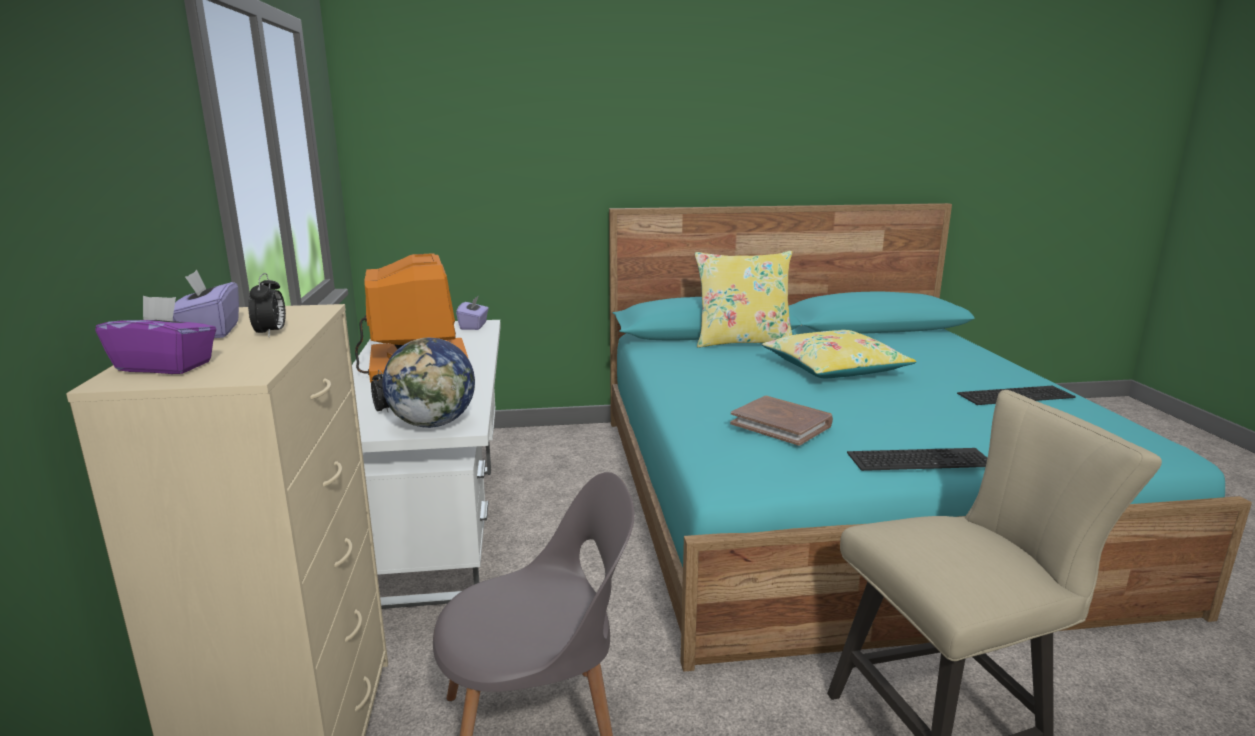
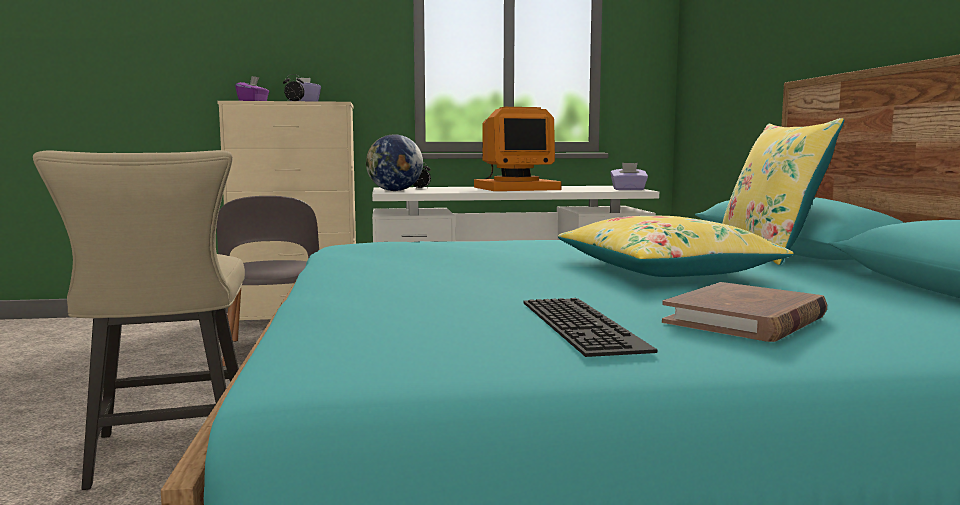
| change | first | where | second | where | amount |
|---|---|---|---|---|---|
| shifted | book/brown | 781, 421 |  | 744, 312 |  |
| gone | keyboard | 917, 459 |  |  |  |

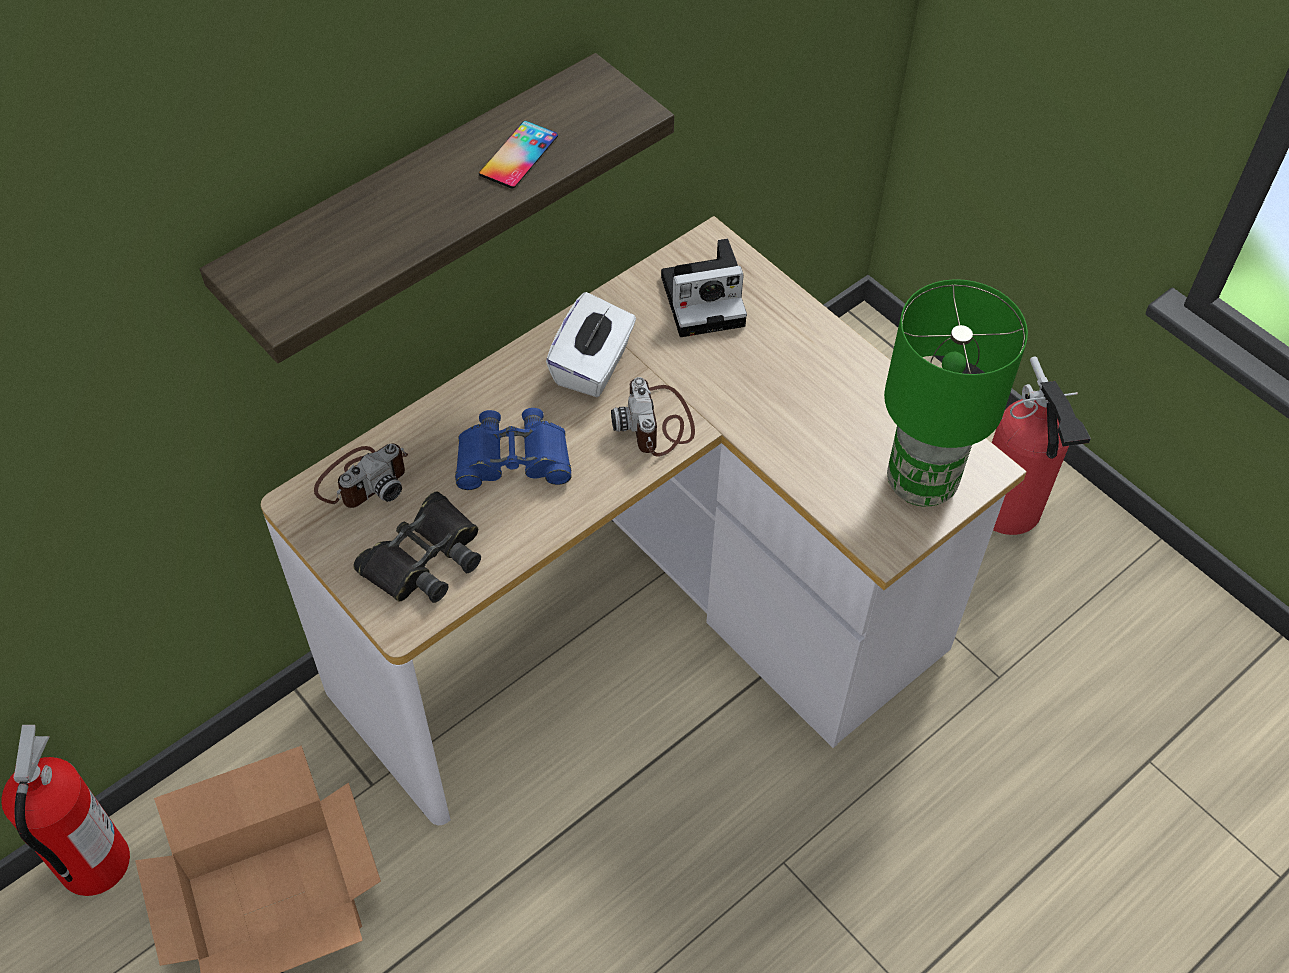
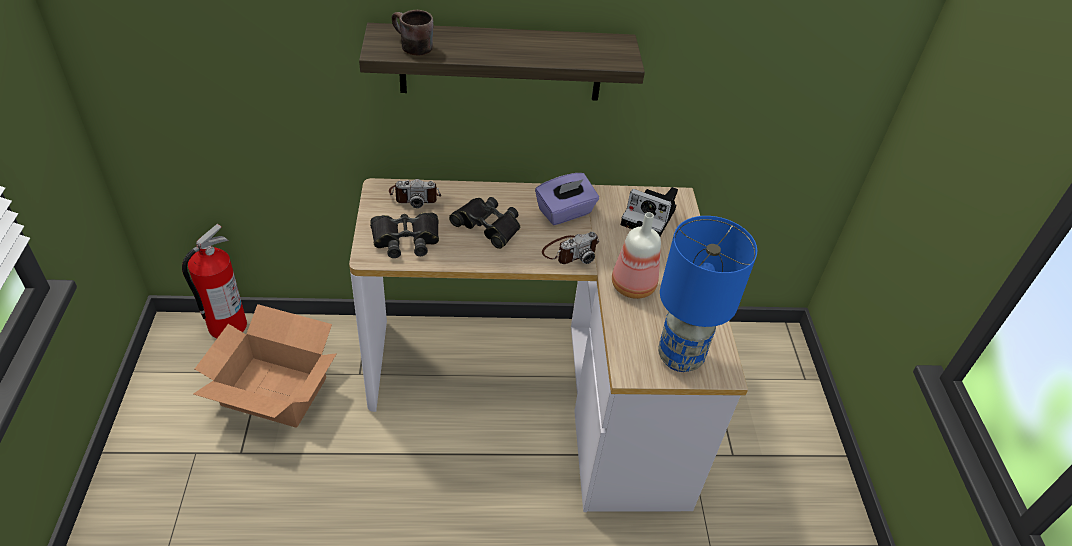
| change | first | where | second | where | amount |
|---|---|---|---|---|---|
| gone | phone | 518, 155 |  |  |  |
| repainted | table lamp/green | 956, 392 | table lamp/blue | 707, 294 |  |
| repainted | tissue box/white | 591, 344 | tissue box/purple | 567, 199 |  |
| gone | fire extinguisher | 1041, 445 |  |  |  |
| rotated | photo camera | 653, 417 |  | 570, 248 | 150 degrees counterclockwise |
| repainted | binoculars/blue | 513, 449 | binoculars/black | 484, 223 |  |
| new |  |  | mug/brown | 412, 32 |  |
| new |  |  | bottle | 636, 255 |  |

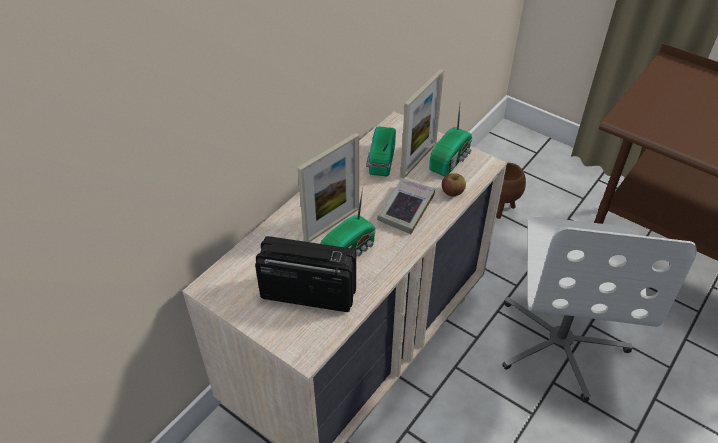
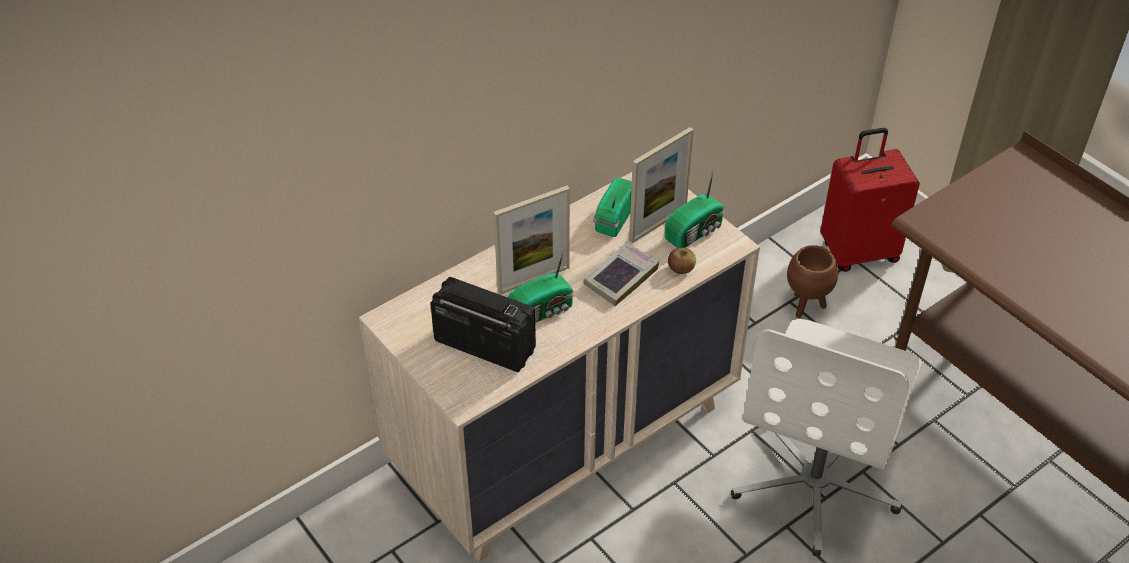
| change | first | where | second | where | amount |
|---|---|---|---|---|---|
| new |  |  | suitcase/red | 870, 200 |  |

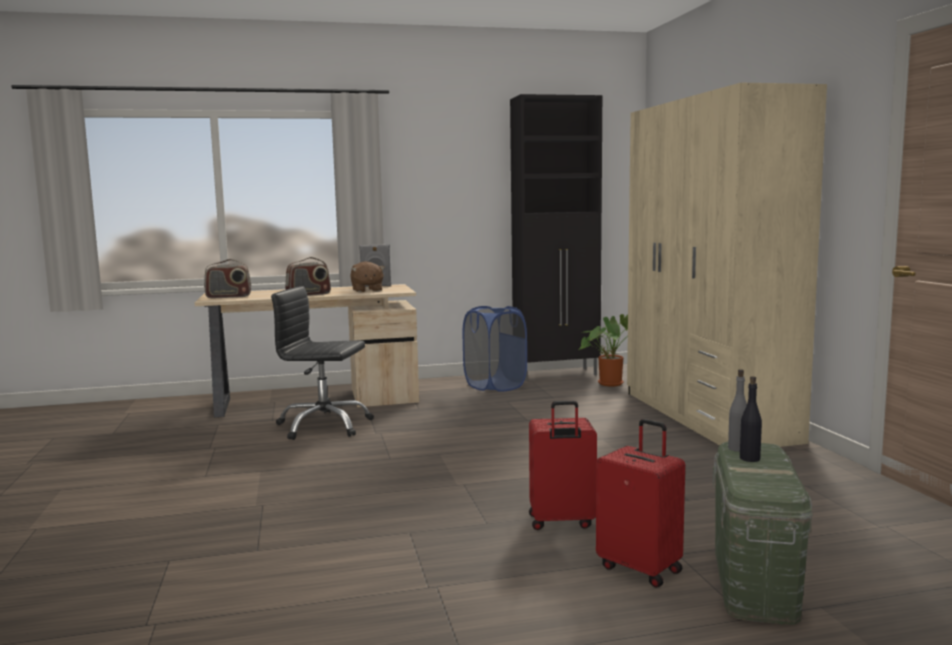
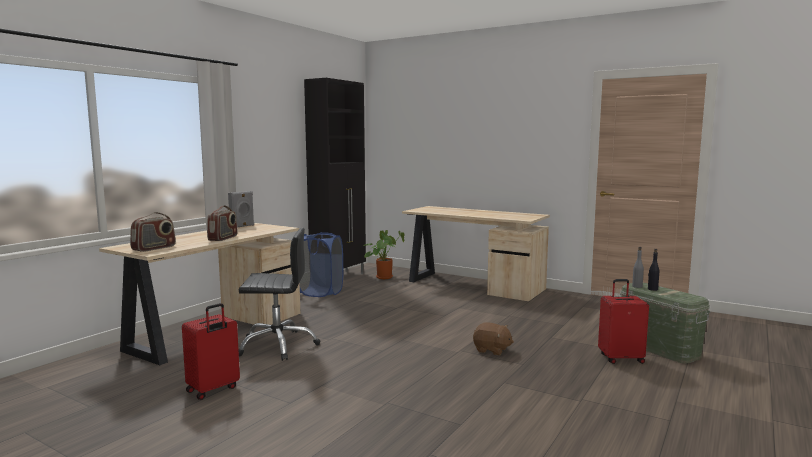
| change | first | where | second | where | amount |
|---|---|---|---|---|---|
| swapped | wardrobe/beige | 727, 265 | desk/beige | 476, 253 |  |
| shifted | plush toy/brown | 367, 276 |  | 493, 339 |  |
| rotated | office chair/black | 322, 363 |  | 279, 294 | 150 degrees counterclockwise |
| shifted | suitcase/red | 563, 465 |  | 211, 351 |  |

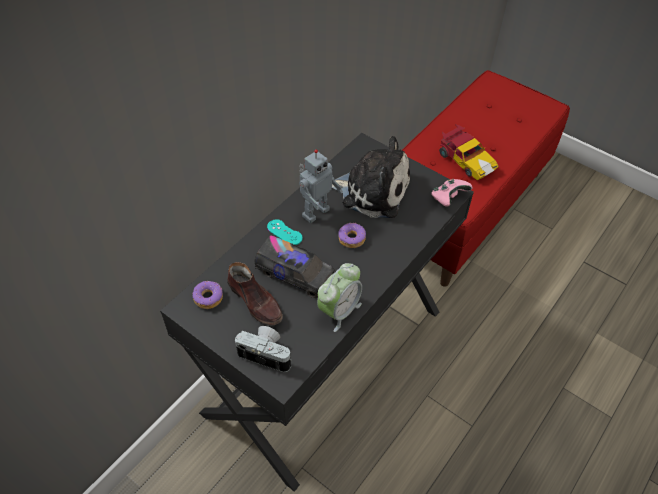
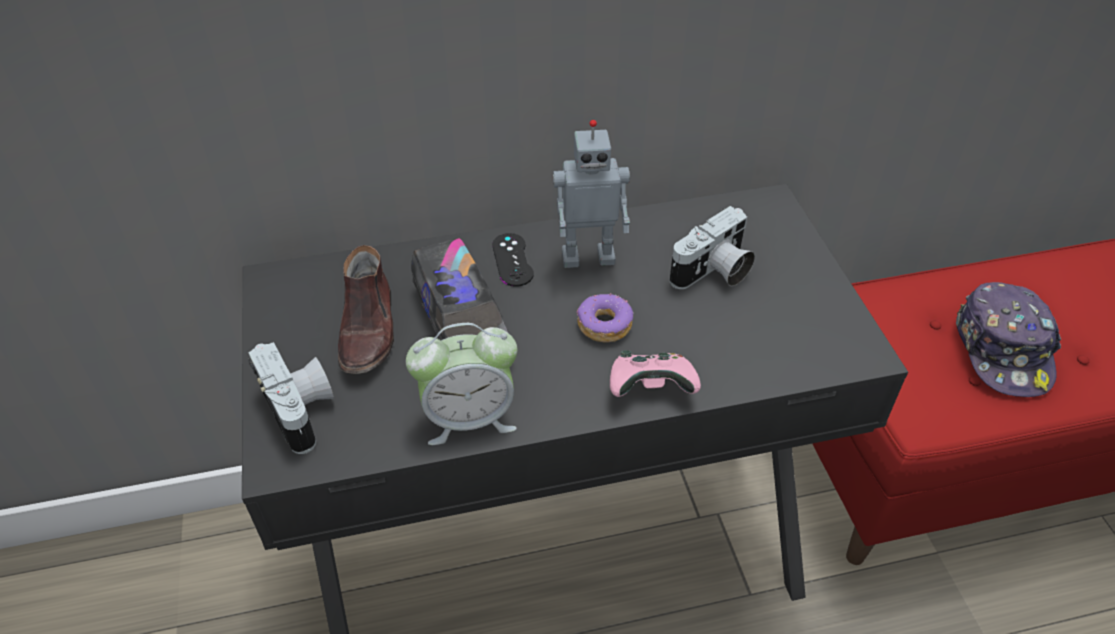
| change | first | where | second | where | amount |
|---|---|---|---|---|---|
| swapped | toy car | 469, 152 | cap | 1008, 339 |  |
| swapped | plush toy | 371, 177 | photo camera | 712, 247 |  |
| shifted | game controller/pink | 452, 193 |  | 655, 373 |  |
| repainted | game controller/turquoise | 285, 232 | game controller/black | 513, 260 |  |
| gone | donut | 208, 295 |  |  |  |

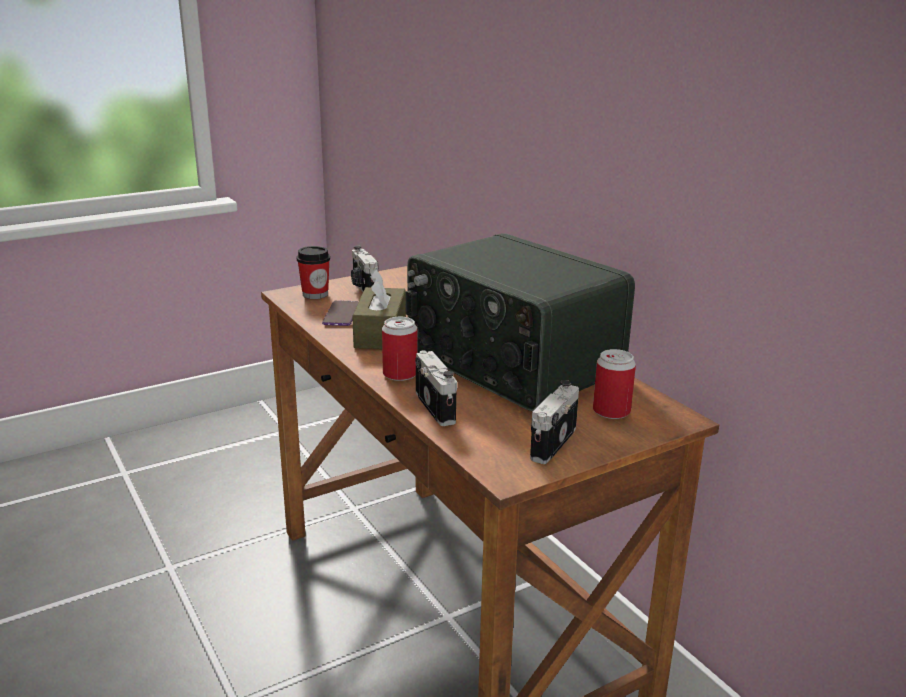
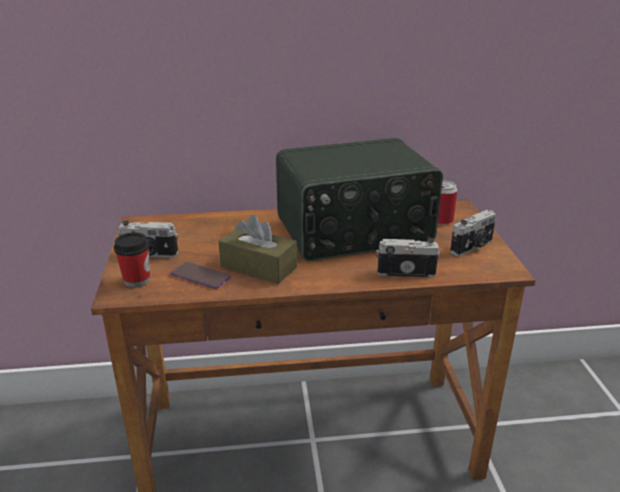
| change | first | where | second | where | amount |
|---|---|---|---|---|---|
| gone | can | 399, 349 |  |  |  |
| rotated | photo camera | 554, 422 |  | 473, 233 | 90 degrees counterclockwise |

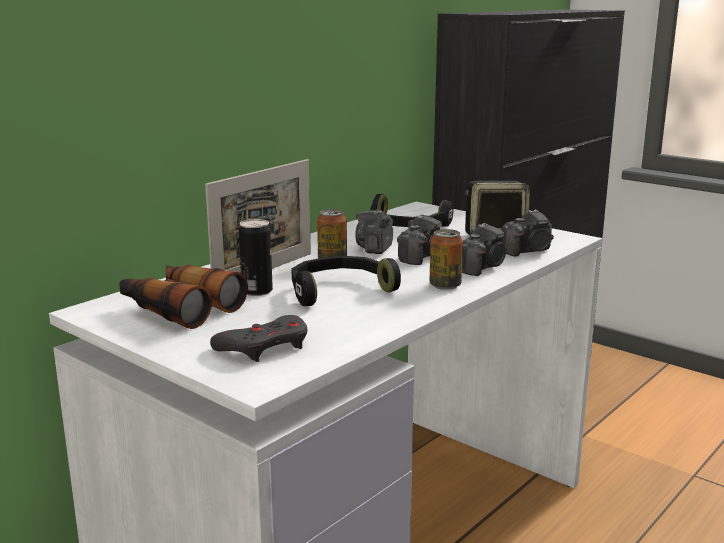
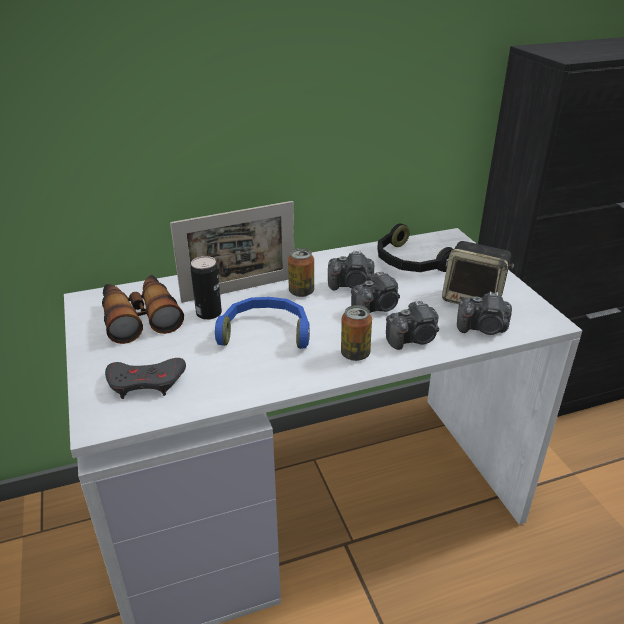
| change | first | where | second | where | amount |
|---|---|---|---|---|---|
| rotated | photo camera | 374, 232 |  | 351, 270 | 135 degrees counterclockwise |
| repainted | headphones/black | 346, 281 | headphones/blue | 262, 323 |  |

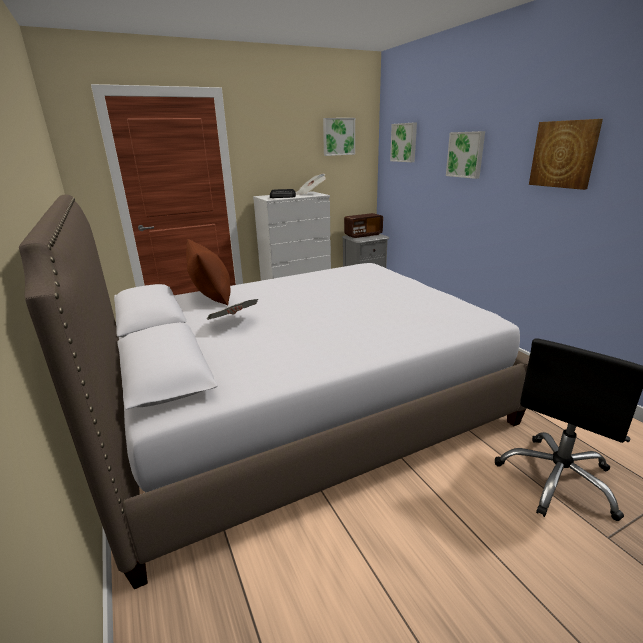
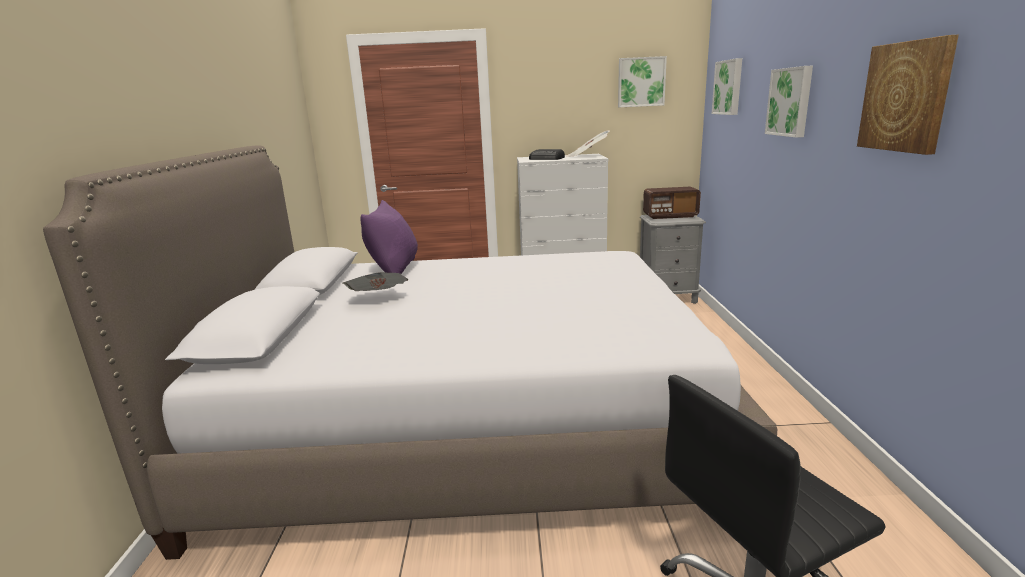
| change | first | where | second | where | amount |
|---|---|---|---|---|---|
| repainted | pillow/brown | 208, 272 | pillow/purple | 389, 237 |  |

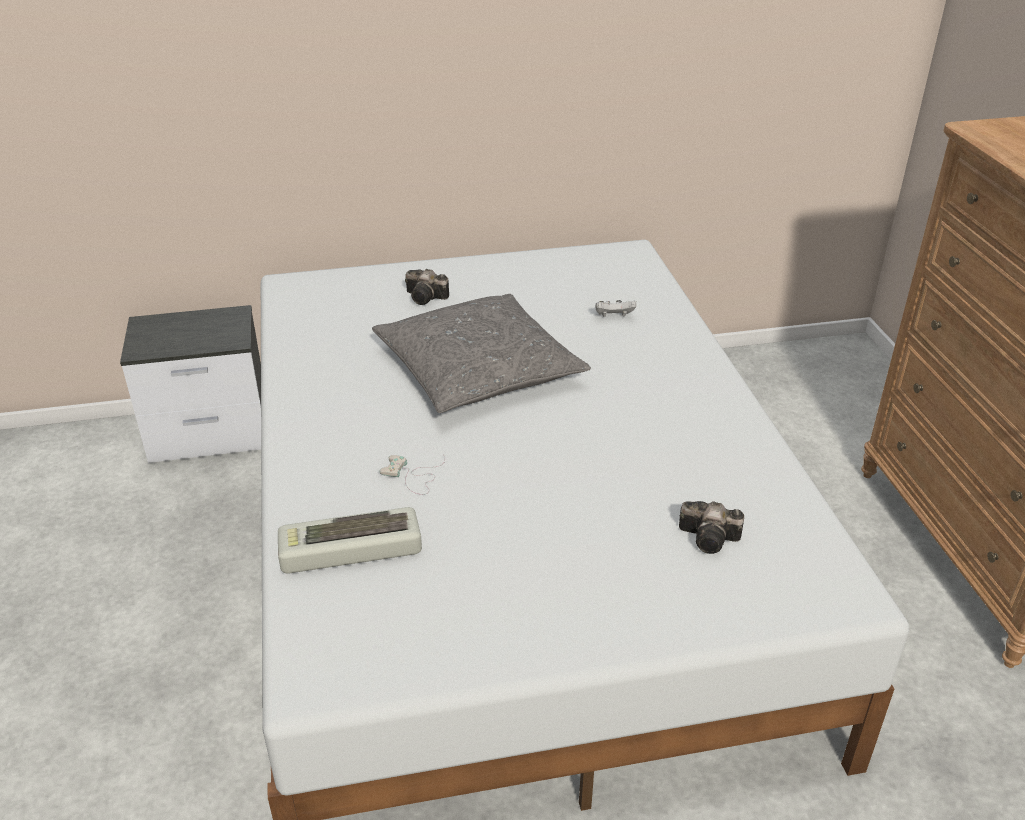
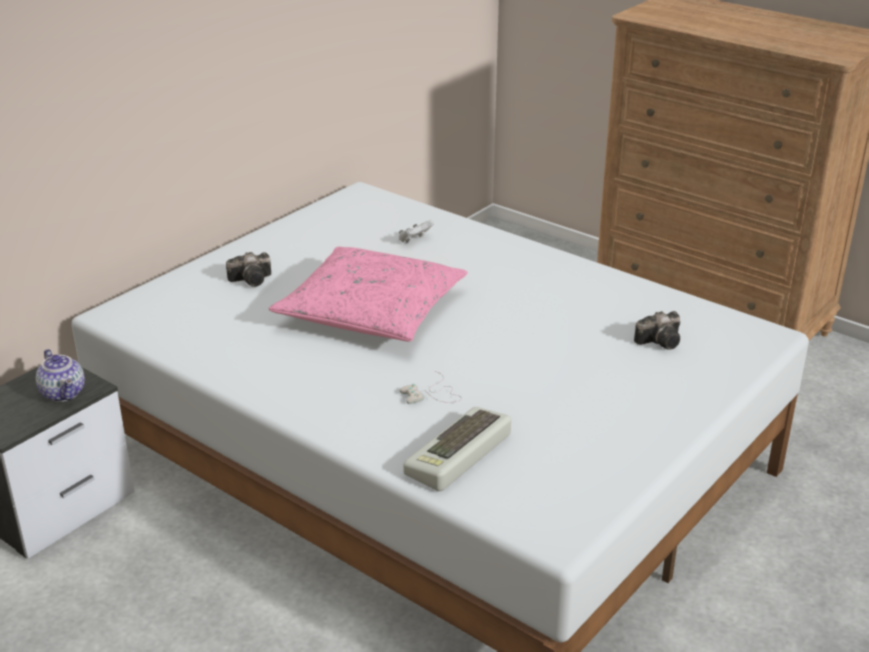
| change | first | where | second | where | amount |
|---|---|---|---|---|---|
| repainted | pillow/grey | 481, 353 | pillow/pink | 368, 294 |  |
| new |  |  | teapot | 60, 375 |  |

